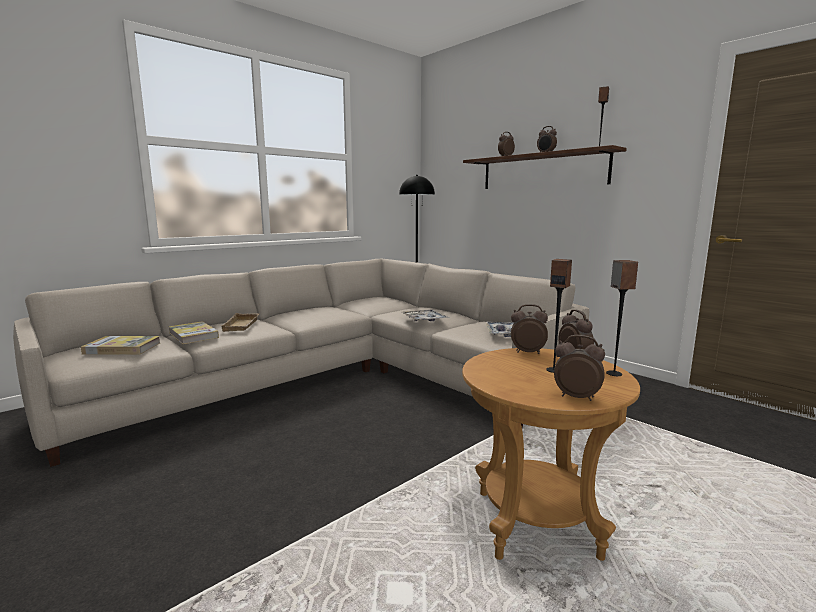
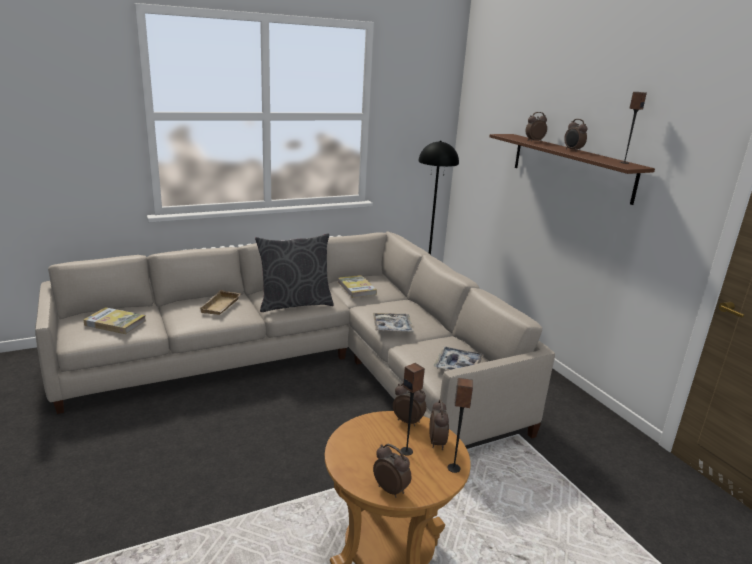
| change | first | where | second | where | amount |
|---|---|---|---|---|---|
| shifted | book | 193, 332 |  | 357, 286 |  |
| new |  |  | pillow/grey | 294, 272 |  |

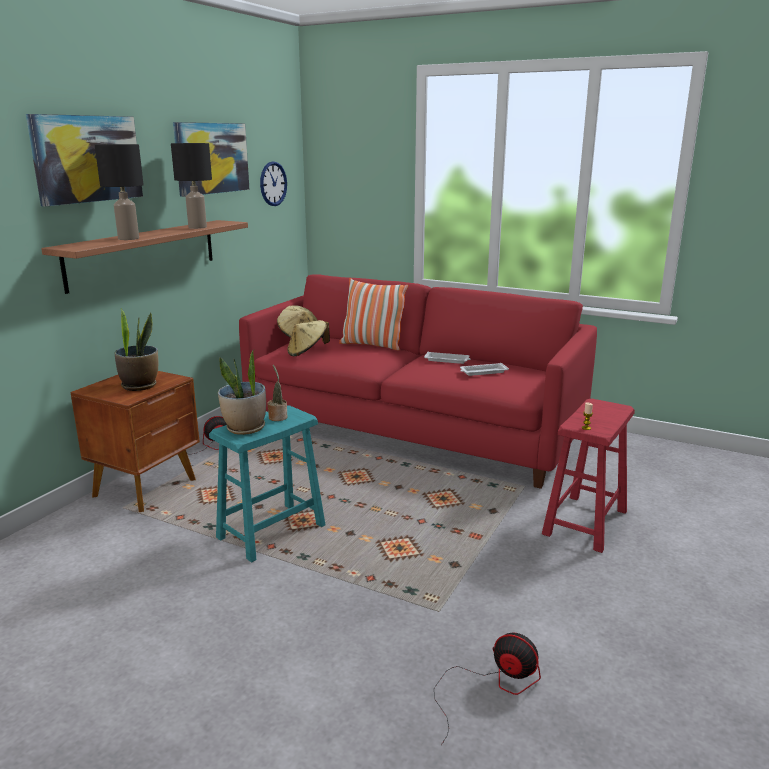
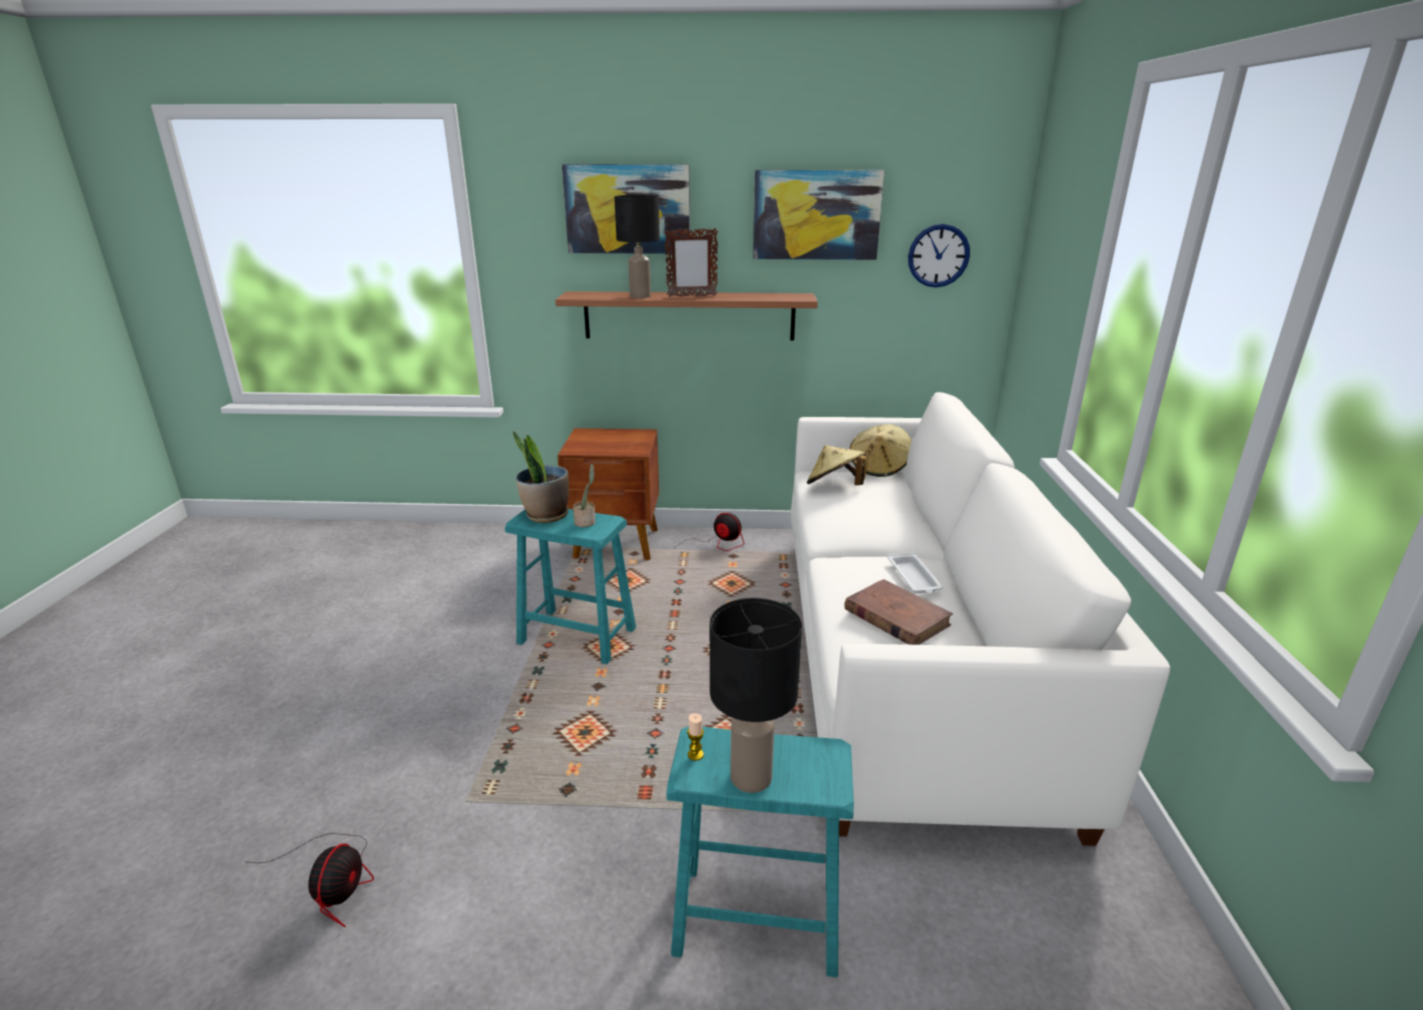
| change | first | where | second | where | amount |
|---|---|---|---|---|---|
| shifted | table lamp/black | 191, 186 |  | 756, 695 |  |
| repainted | sofa/red | 418, 381 | sofa/white | 980, 619 |  |
| gone | pillow | 374, 314 |  |  |  |
| gone | potted plant | 136, 350 |  |  |  |
| swapped | tray/white | 484, 369 | book/brown | 898, 612 |  |
| repainted | stool/red | 588, 476 | stool/turquoise | 760, 852 |  |
| new |  |  | picture frame | 691, 262 |  |

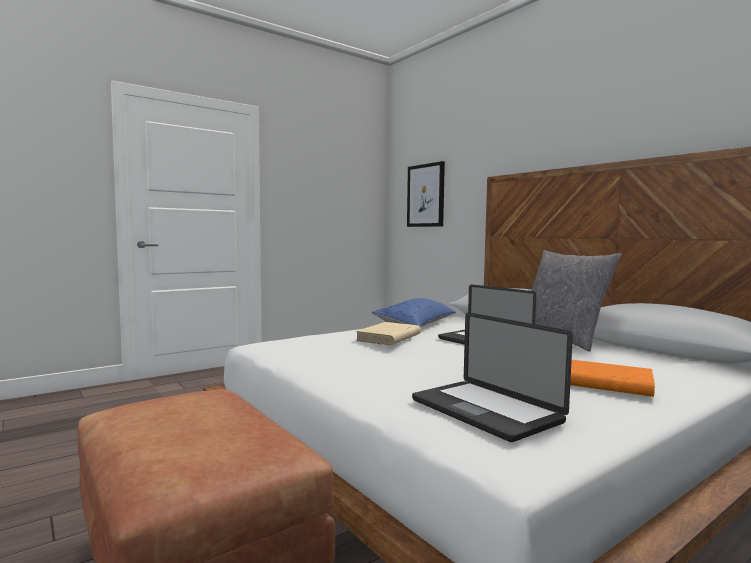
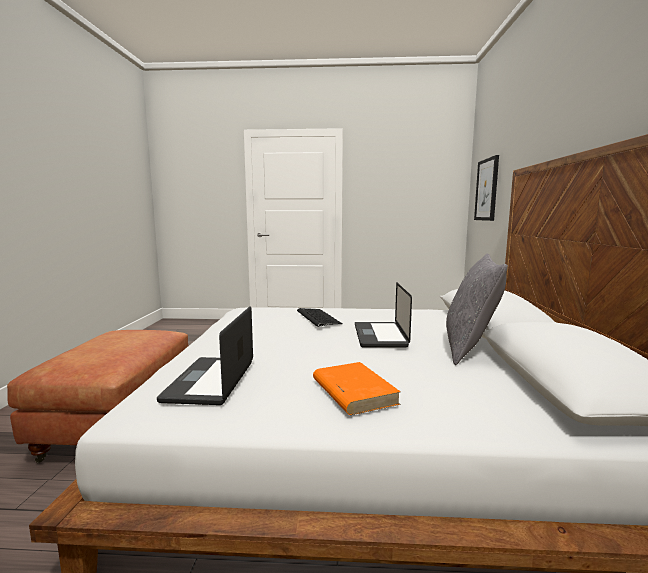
| change | first | where | second | where | amount |
|---|---|---|---|---|---|
| gone | pillow/blue | 413, 312 |  |  |  |
| swapped | book/beige | 388, 334 | keyboard | 320, 317 |  |

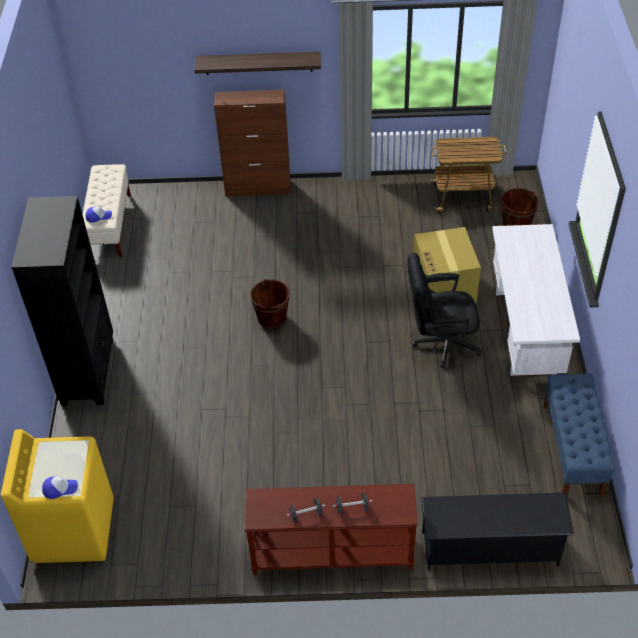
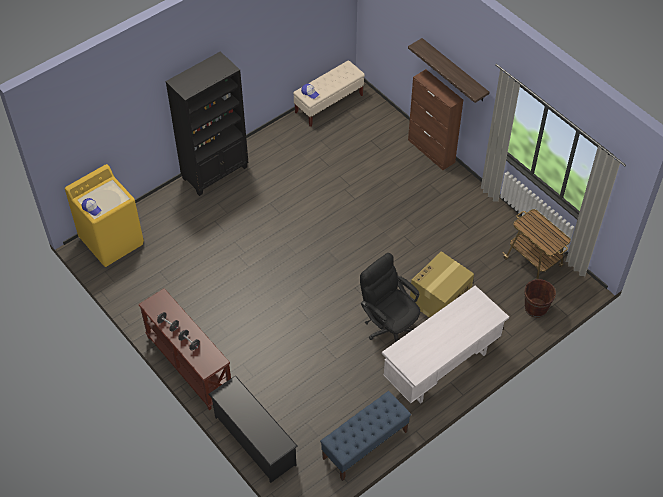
| change | first | where | second | where | amount |
|---|---|---|---|---|---|
| gone | bucket/brown | 270, 304 |  |  |  |

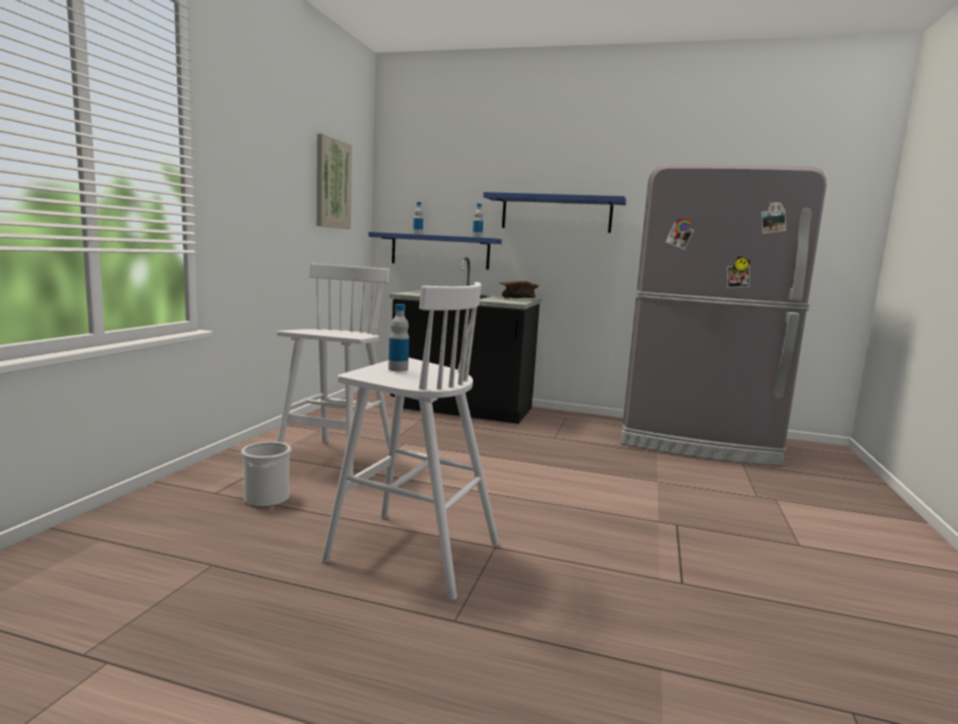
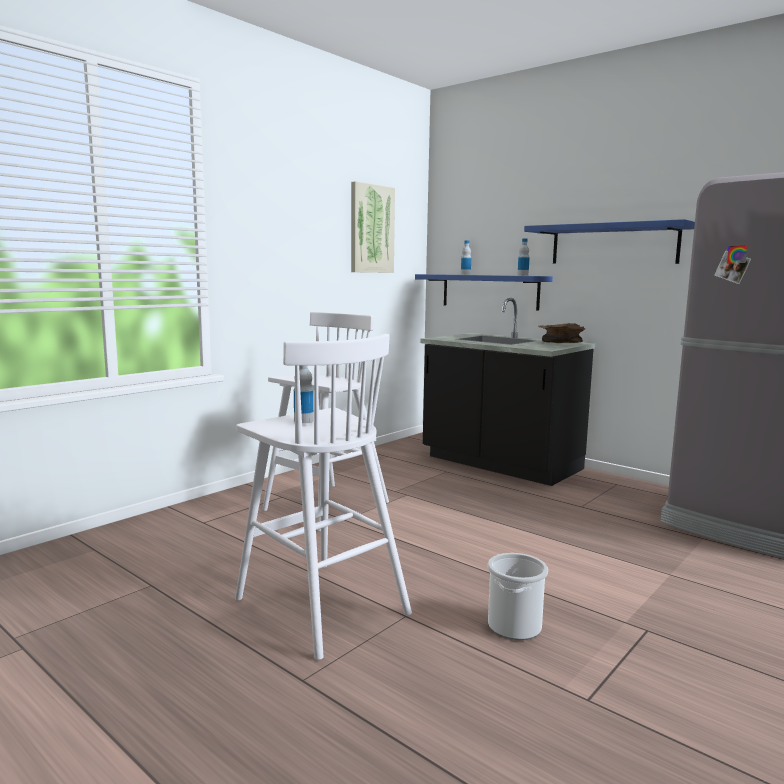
| change | first | where | second | where | amount |
|---|---|---|---|---|---|
| shifted | bucket | 266, 475 |  | 518, 596 |  |

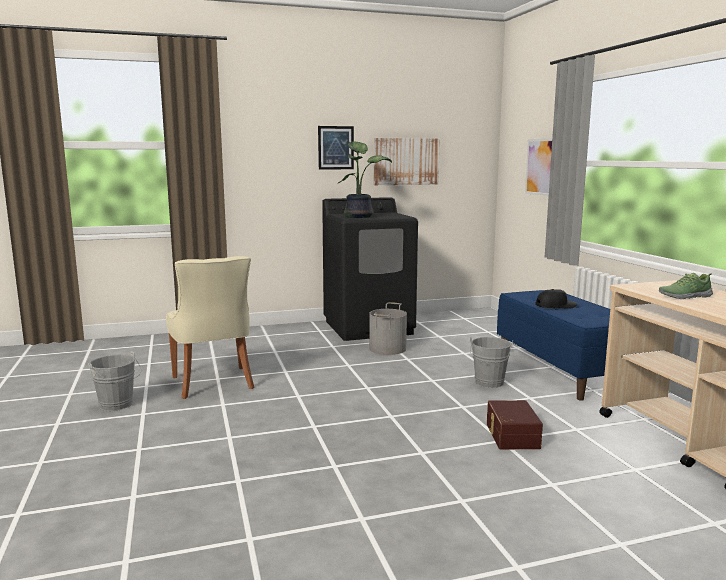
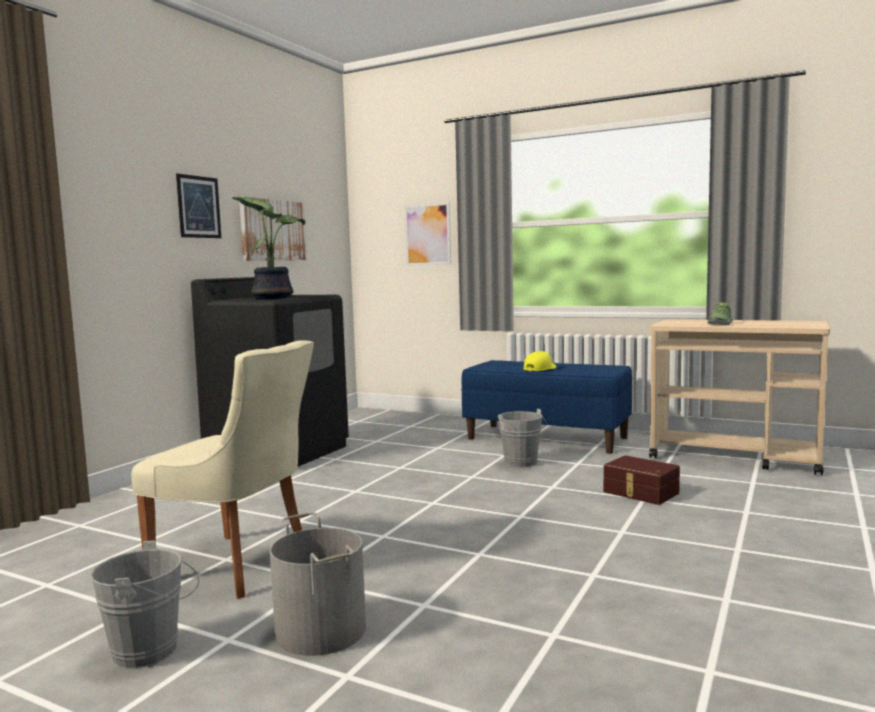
| change | first | where | second | where | amount |
|---|---|---|---|---|---|
| repainted | cap/black | 556, 299 | cap/yellow | 540, 361 |  |
| shifted | bucket/grey | 388, 328 |  | 318, 584 |  |

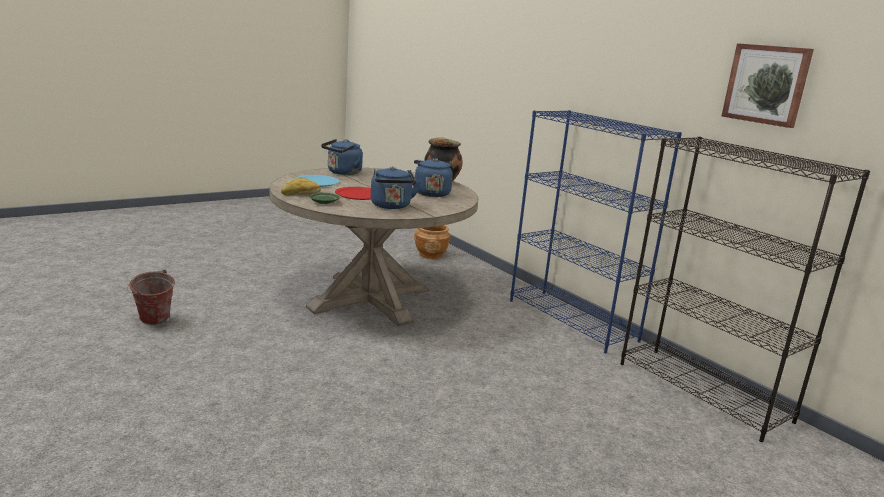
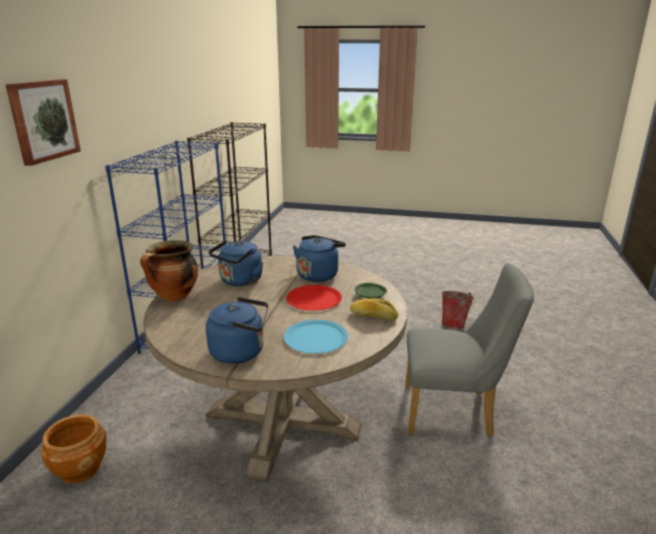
| change | first | where | second | where | amount |
|---|---|---|---|---|---|
| shifted | picture | 768, 85 |  | 43, 122 |  |
| shifted | bucket | 151, 297 |  | 459, 310 |  |
| new |  |  | chair/grey | 469, 350 |  |

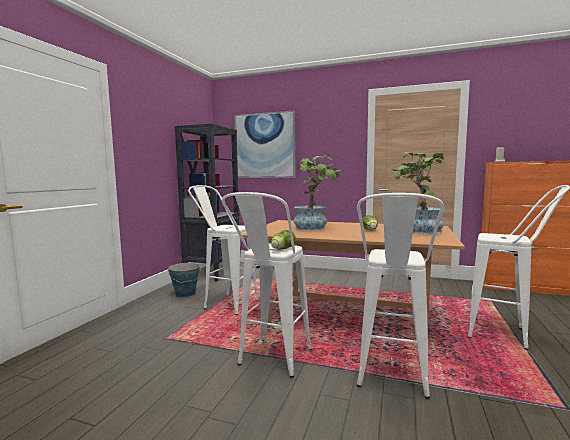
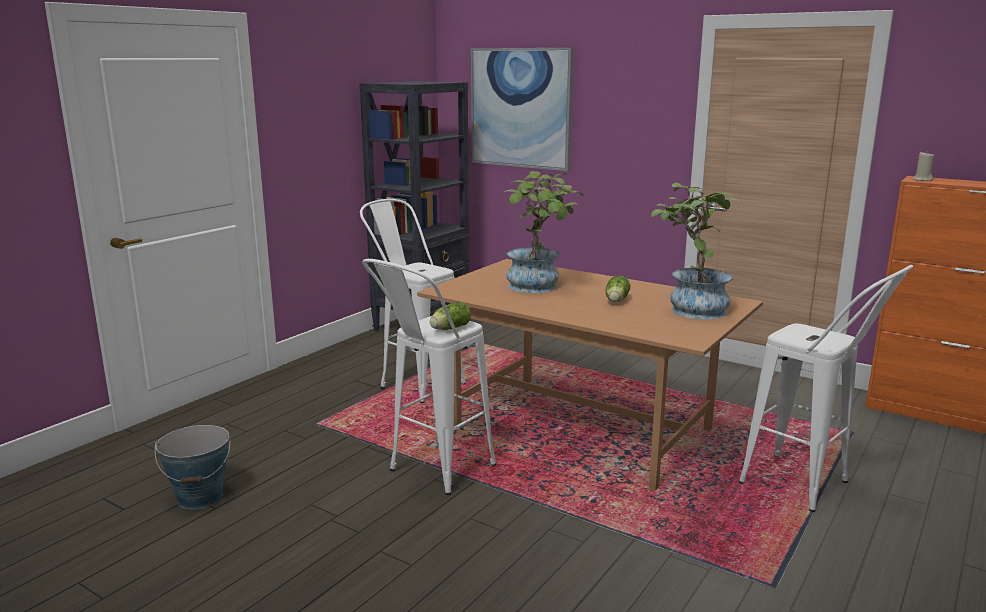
| change | first | where | second | where | amount |
|---|---|---|---|---|---|
| gone | stool/white | 400, 296 |  |  |  |
| shifted | bucket | 184, 280 |  | 193, 467 |  |

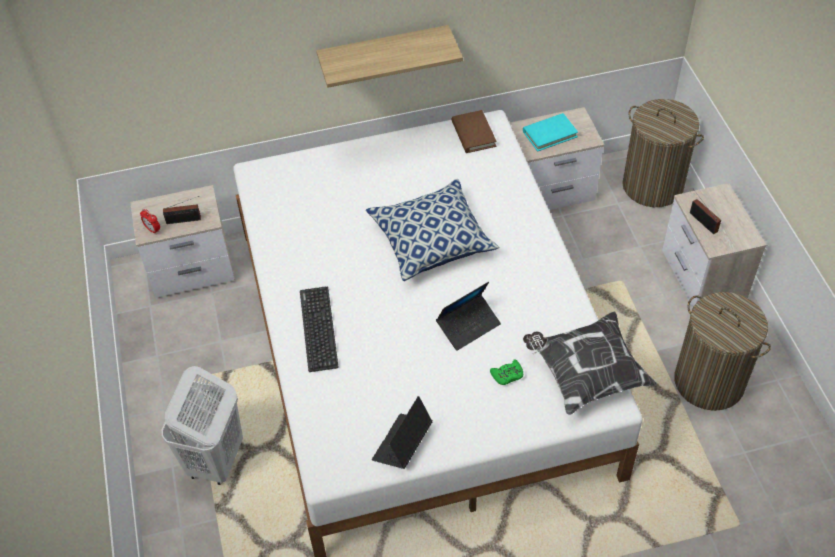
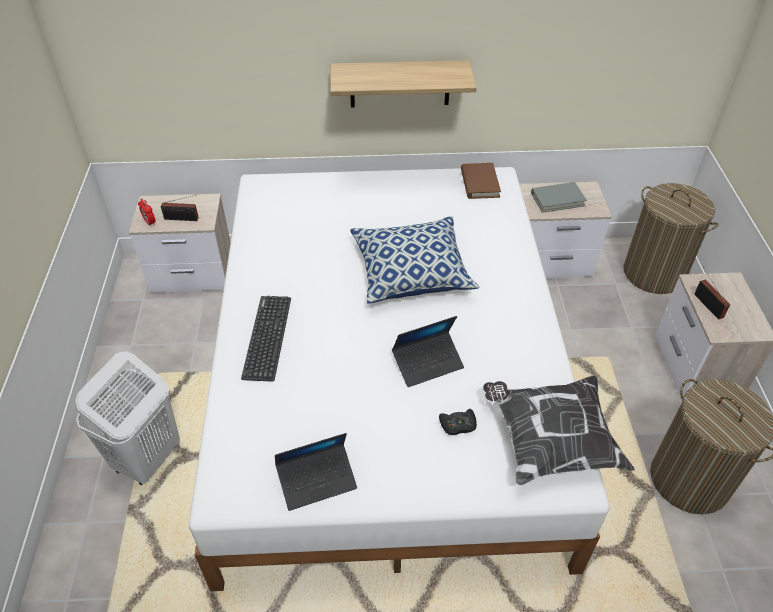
| change | first | where | second | where | amount |
|---|---|---|---|---|---|
| repainted | book/turquoise | 550, 132 | book/grey | 559, 197 |  |
| repainted | game controller/green | 506, 372 | game controller/black | 458, 422 |  |
| rotated | laptop | 402, 432 |  | 316, 472 | 150 degrees counterclockwise |

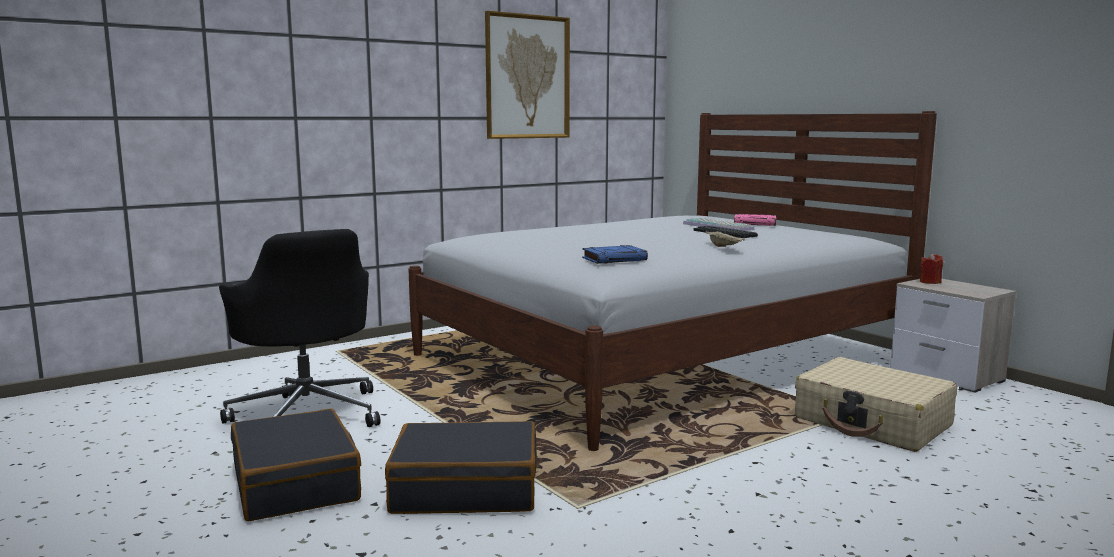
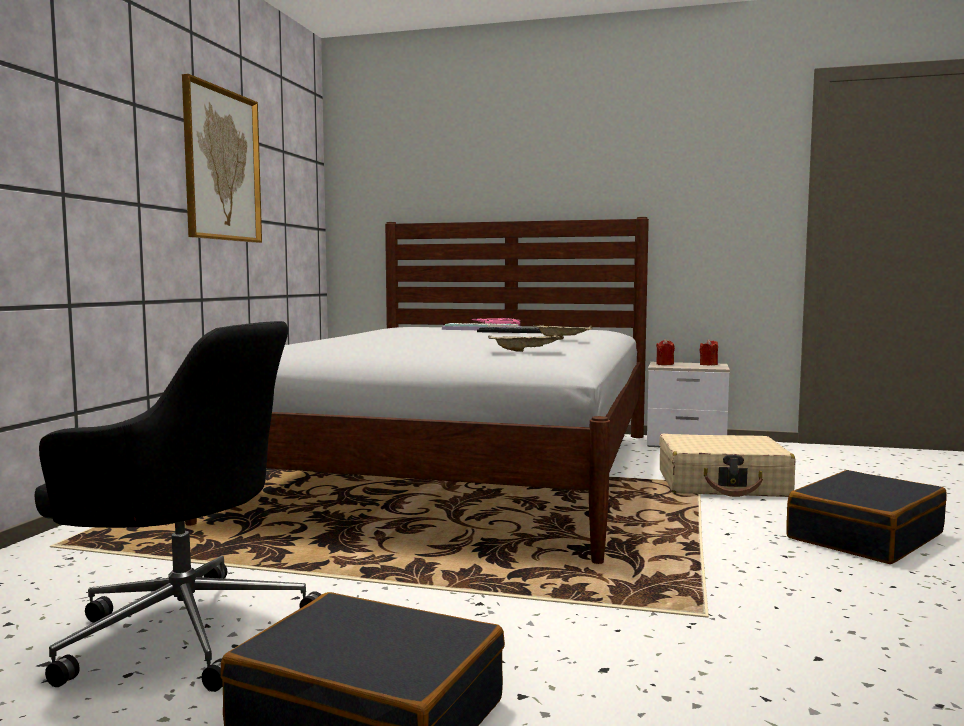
| change | first | where | second | where | amount |
|---|---|---|---|---|---|
| swapped | book/blue | 615, 254 | tray/beige | 526, 342 |  |
| shifted | suitcase/black | 461, 467 |  | 866, 517 |  |
| new |  |  | candle/red | 708, 352 |  |

